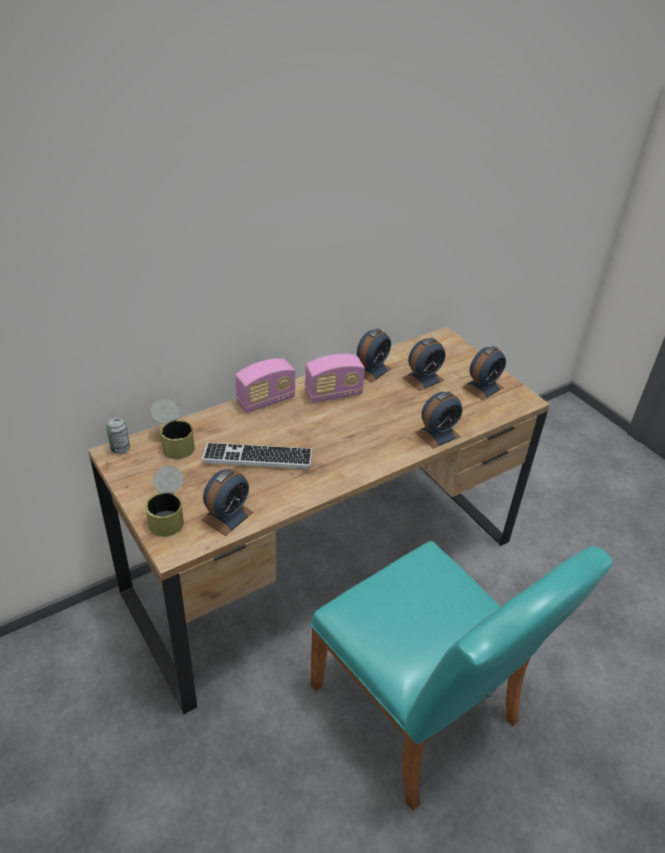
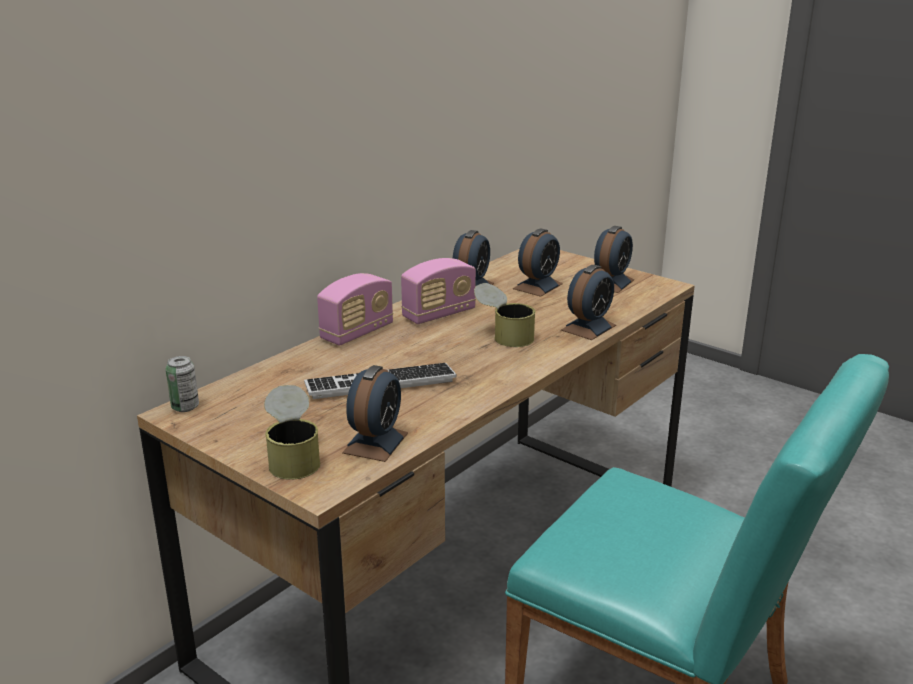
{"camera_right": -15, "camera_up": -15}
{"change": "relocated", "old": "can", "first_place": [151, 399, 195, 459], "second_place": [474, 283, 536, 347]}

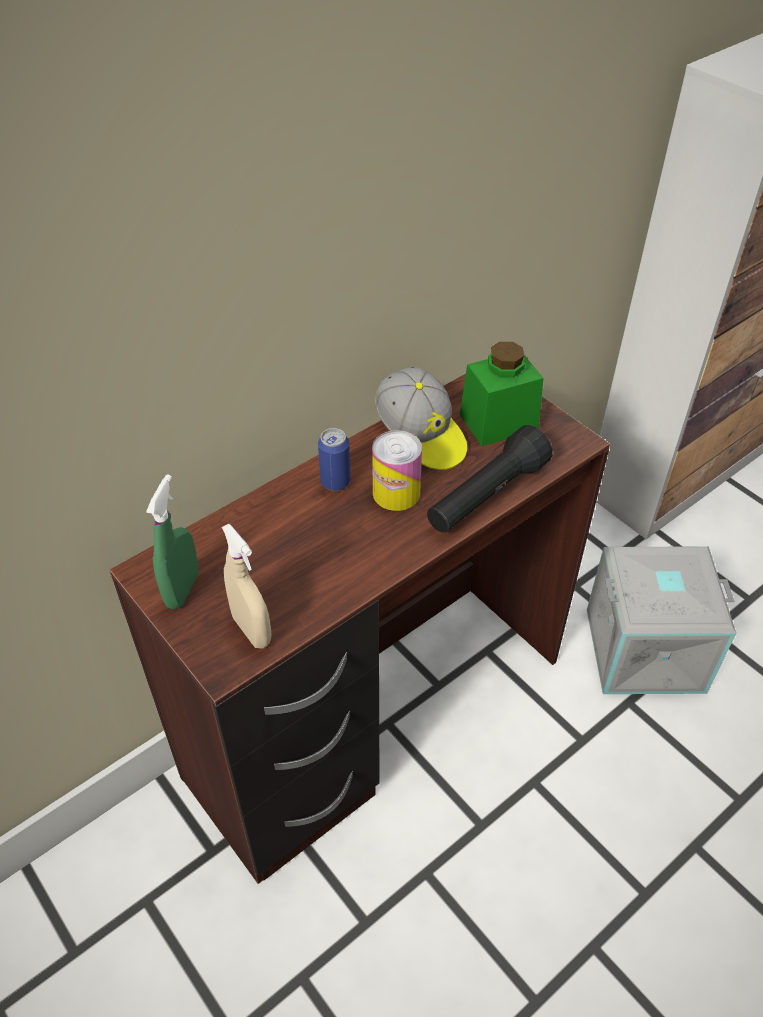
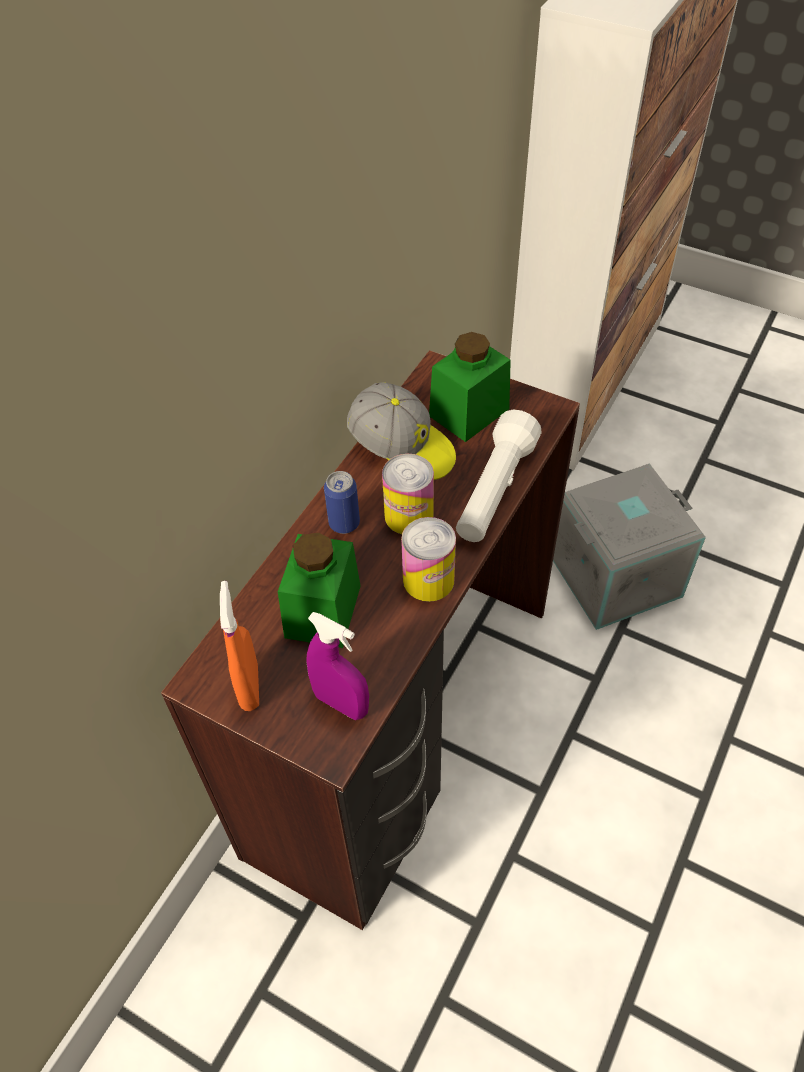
{"camera_right": -20, "camera_up": 5}
{"change": "colour", "old": "green spray bottle", "new": "orange spray bottle", "first_place": [146, 474, 198, 609], "second_place": [220, 581, 259, 711]}
{"change": "appeared", "new": "green jar", "second_place": [278, 532, 361, 648]}
{"change": "colour", "old": "beige spray bottle", "new": "purple spray bottle", "first_place": [222, 524, 272, 649], "second_place": [306, 612, 369, 720]}
{"change": "appeared", "new": "can", "second_place": [401, 517, 456, 602]}
{"change": "colour", "old": "black flashlight", "new": "white flashlight", "first_place": [427, 425, 552, 533], "second_place": [456, 409, 542, 542]}

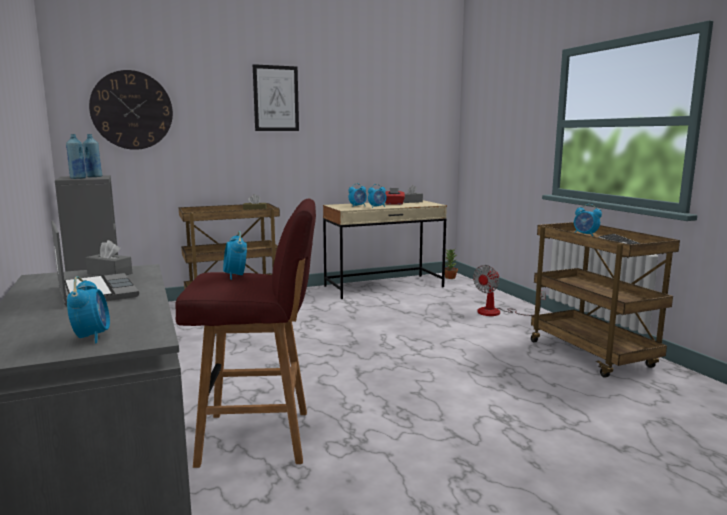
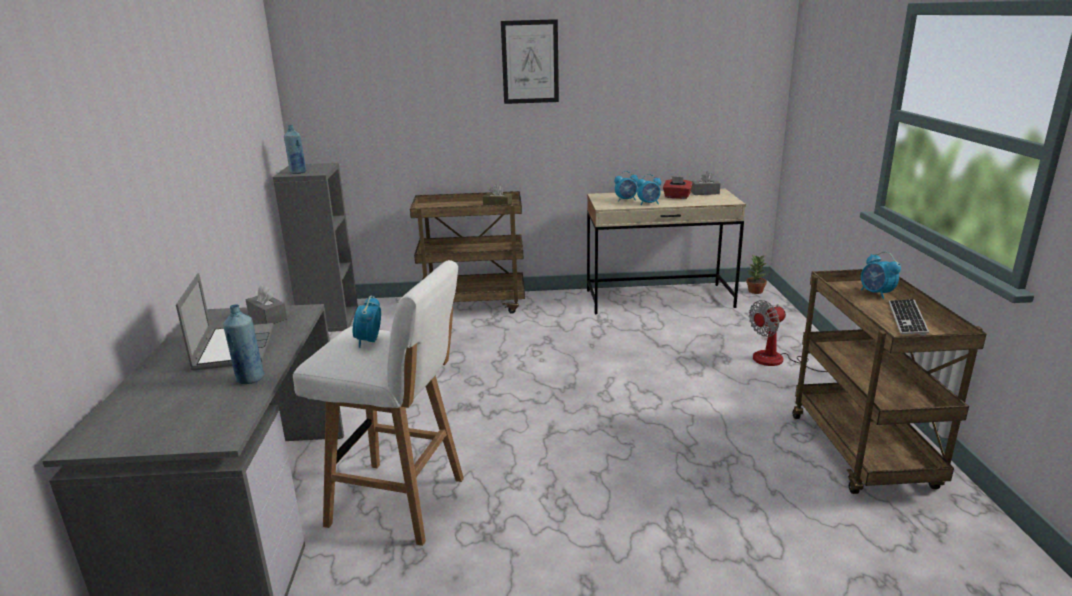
{"camera_right": 20, "camera_up": 10}
{"change": "relocated", "old": "blue bottle", "first_place": [83, 134, 102, 177], "second_place": [223, 304, 265, 384]}
{"change": "colour", "old": "red stool", "new": "white stool", "first_place": [175, 198, 316, 468], "second_place": [293, 260, 464, 546]}
{"change": "missing", "old": "alarm clock", "first_place": [67, 276, 110, 343]}
{"change": "missing", "old": "wall clock", "first_place": [89, 70, 173, 150]}

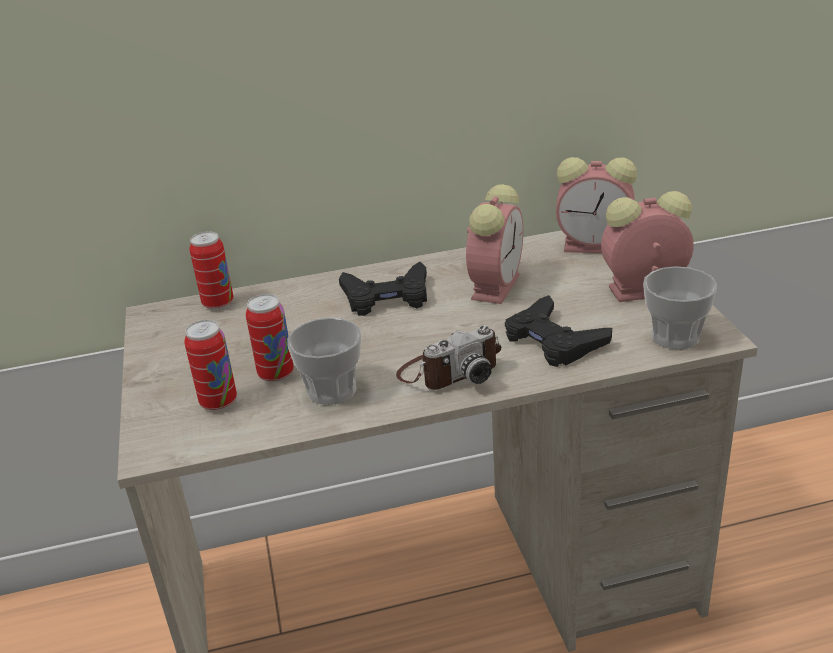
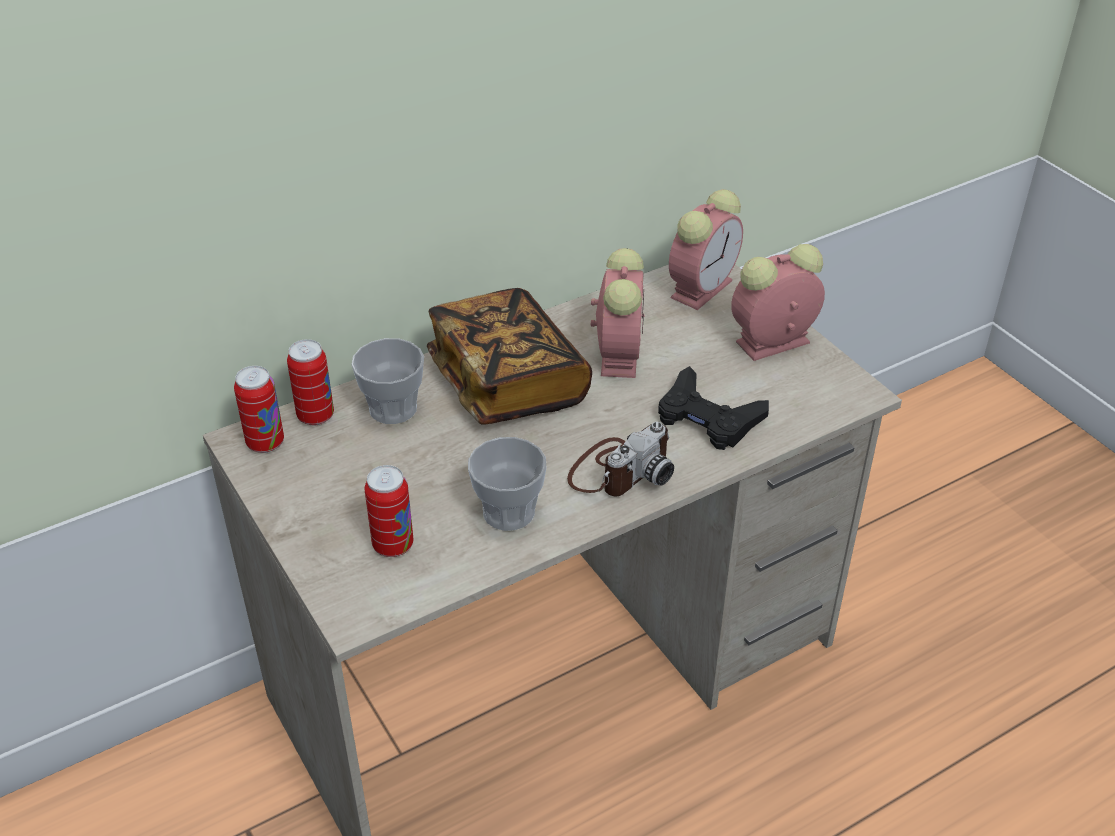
{"camera_right": -20, "camera_up": 10}
{"change": "relocated", "old": "can", "first_place": [246, 294, 294, 382], "second_place": [234, 366, 284, 453]}
{"change": "relocated", "old": "cup", "first_place": [643, 266, 717, 349], "second_place": [351, 338, 424, 424]}
{"change": "exchanged", "old": "black game controller", "new": "book", "first_place": [339, 262, 427, 316], "second_place": [427, 288, 592, 425]}
{"change": "spun", "old": "alarm clock", "first_place": [556, 157, 637, 253], "second_place": [669, 189, 743, 310], "degrees": -45}

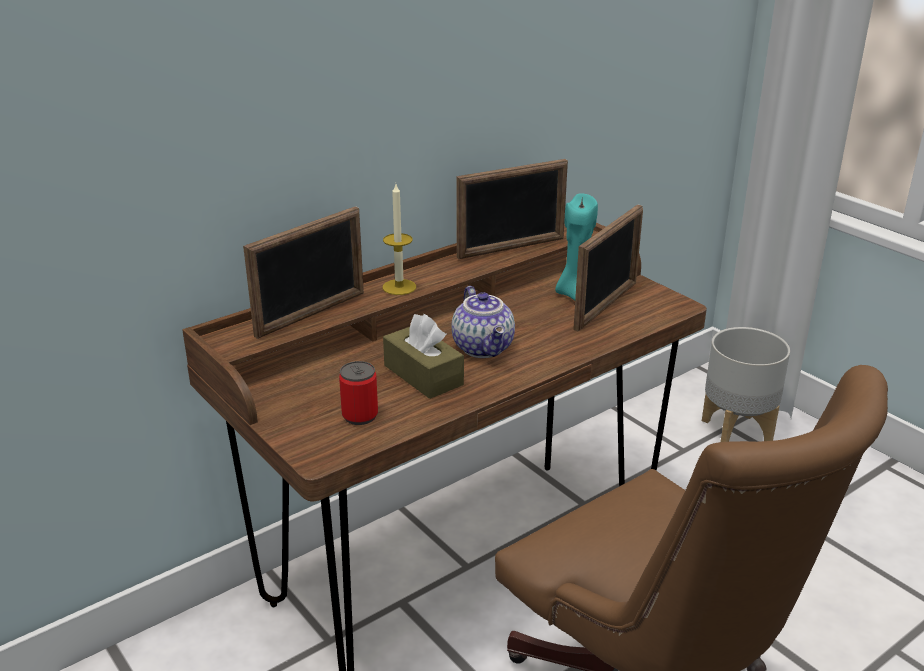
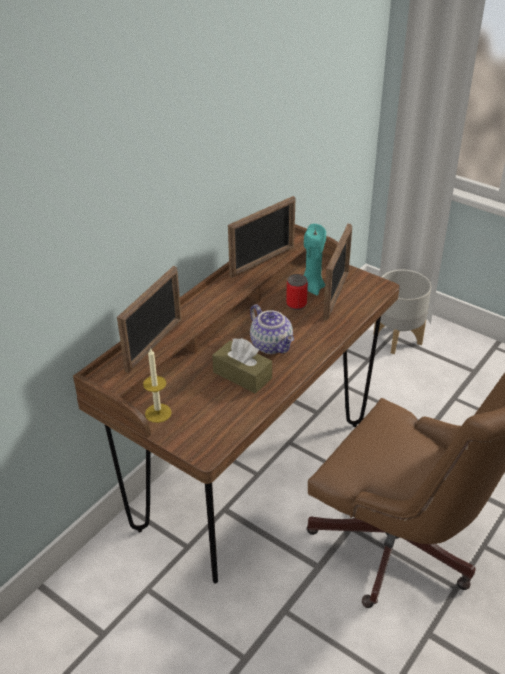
{"camera_right": -15, "camera_up": 10}
{"change": "relocated", "old": "candle", "first_place": [383, 184, 416, 295], "second_place": [143, 347, 172, 423]}
{"change": "relocated", "old": "can", "first_place": [339, 361, 378, 425], "second_place": [286, 274, 308, 310]}

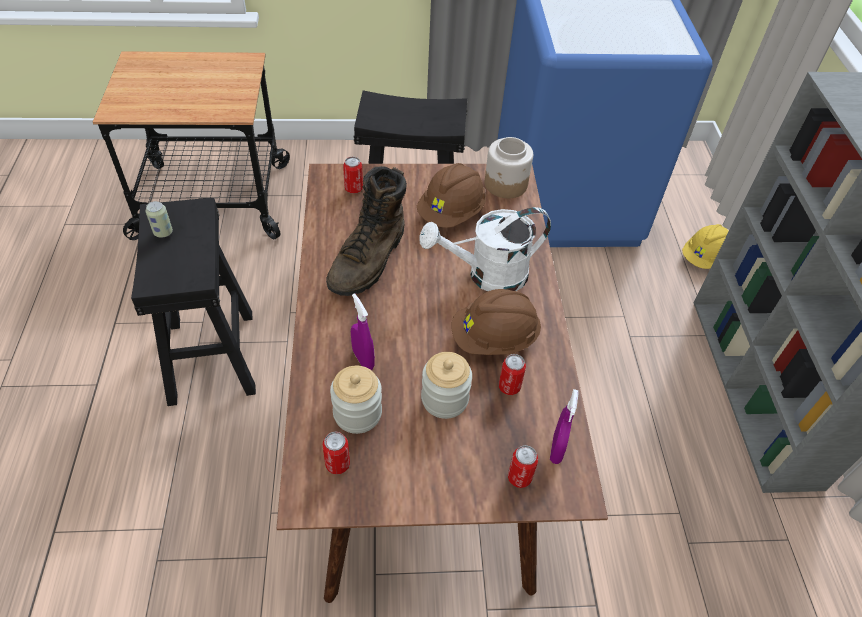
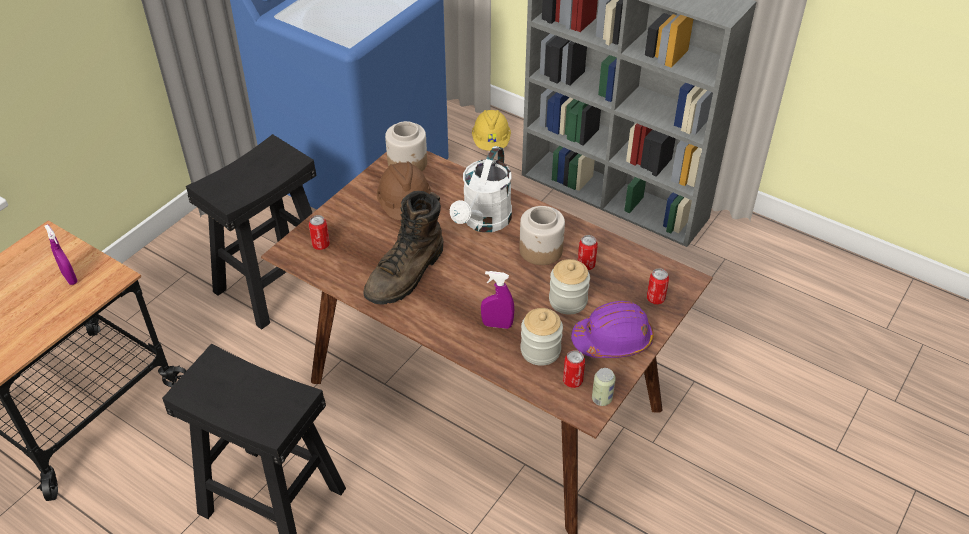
{"camera_right": -50, "camera_up": -5}
{"change": "relocated", "old": "purple spray bottle", "first_place": [550, 389, 579, 464], "second_place": [45, 224, 77, 285]}
{"change": "spun", "old": "brown boot", "first_place": [326, 166, 407, 296], "second_place": [363, 191, 443, 304], "degrees": 60}
{"change": "exchanged", "old": "brown hard hat", "new": "jar", "first_place": [452, 289, 541, 355], "second_place": [519, 206, 565, 265]}
{"change": "appeared", "new": "purple hard hat", "second_place": [571, 301, 654, 358]}
{"change": "relocated", "old": "can", "first_place": [146, 201, 173, 238], "second_place": [592, 368, 616, 406]}

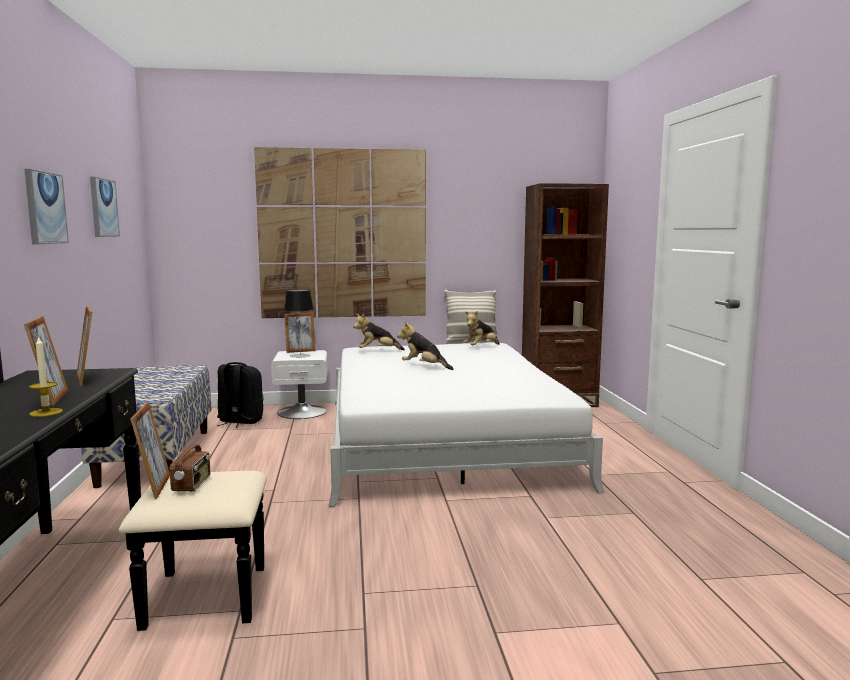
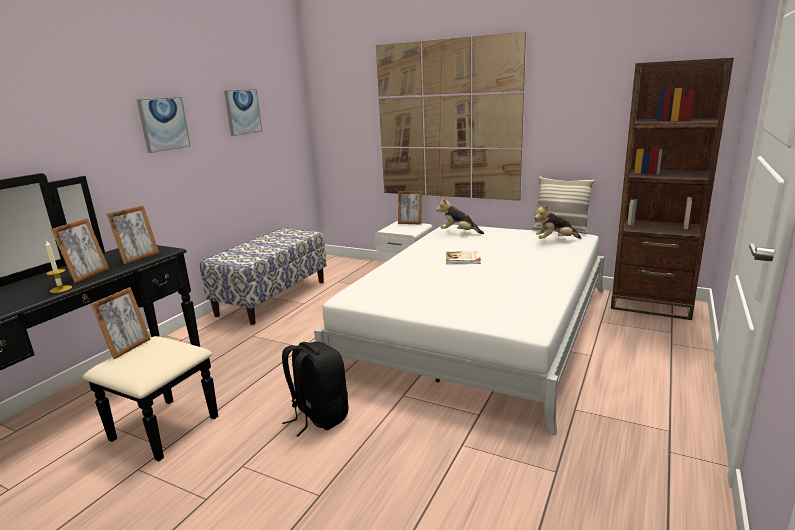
{"camera_right": 35, "camera_up": 10}
{"change": "spun", "old": "picture frame", "first_place": [77, 306, 92, 386], "second_place": [107, 205, 159, 264], "degrees": -150}
{"change": "relocated", "old": "black backpack", "first_place": [217, 362, 264, 428], "second_place": [282, 342, 348, 437]}
{"change": "exchanged", "old": "plush toy", "new": "book", "first_place": [397, 322, 454, 370], "second_place": [446, 251, 481, 264]}
{"change": "missing", "old": "radio", "first_place": [169, 431, 210, 492]}
{"change": "missing", "old": "table lamp", "first_place": [284, 289, 314, 358]}

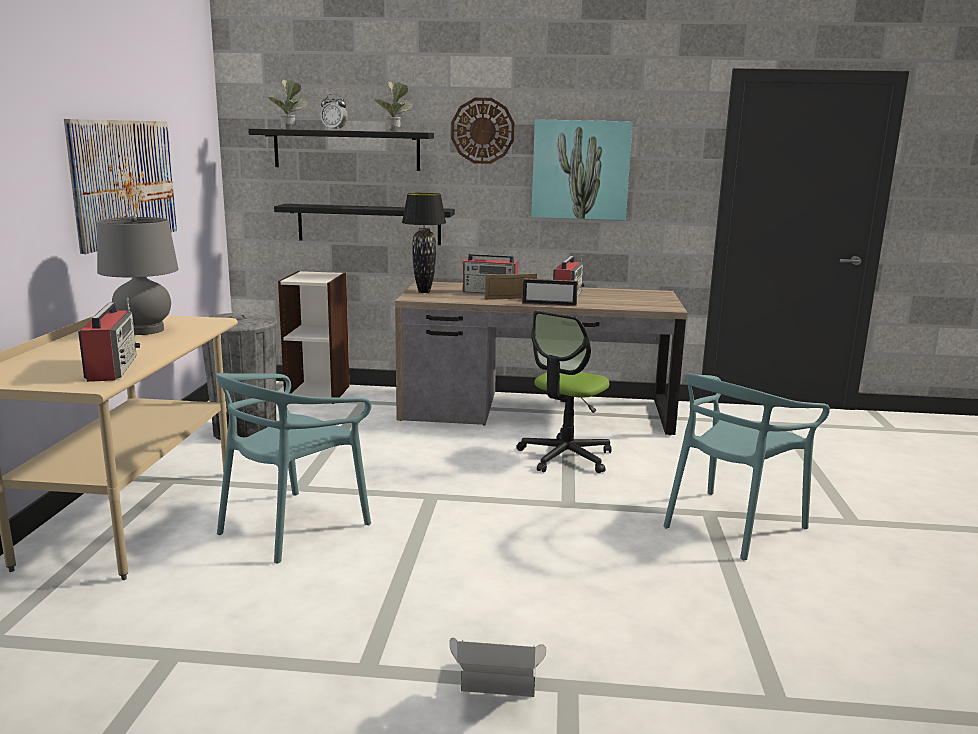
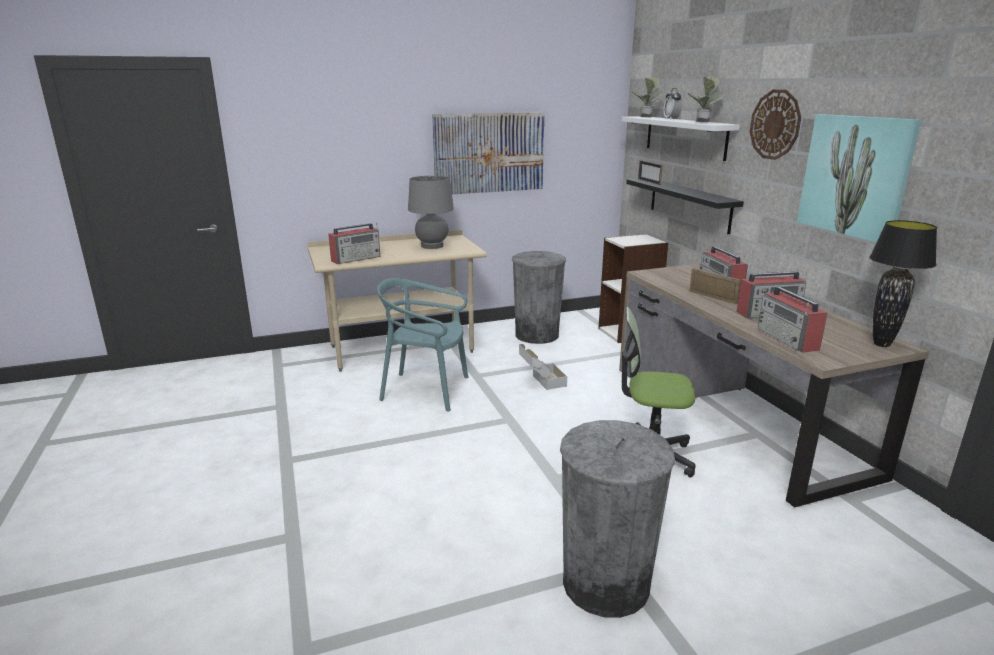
{"camera_right": 65, "camera_up": 5}
{"change": "relocated", "old": "cardboard box", "first_place": [449, 637, 547, 697], "second_place": [519, 344, 567, 390]}
{"change": "exchanged", "old": "turquoise chair", "new": "grey trash can", "first_place": [663, 373, 830, 560], "second_place": [560, 420, 675, 618]}
{"change": "colour", "old": "black shelf", "new": "white shelf", "first_place": [248, 129, 434, 171], "second_place": [622, 116, 740, 161]}
{"change": "relocated", "old": "picture frame", "first_place": [522, 278, 578, 306], "second_place": [638, 160, 663, 185]}
{"change": "appeared", "new": "radio", "second_place": [758, 287, 827, 353]}
{"change": "relocated", "old": "black table lamp", "first_place": [402, 193, 446, 293], "second_place": [869, 220, 937, 347]}

